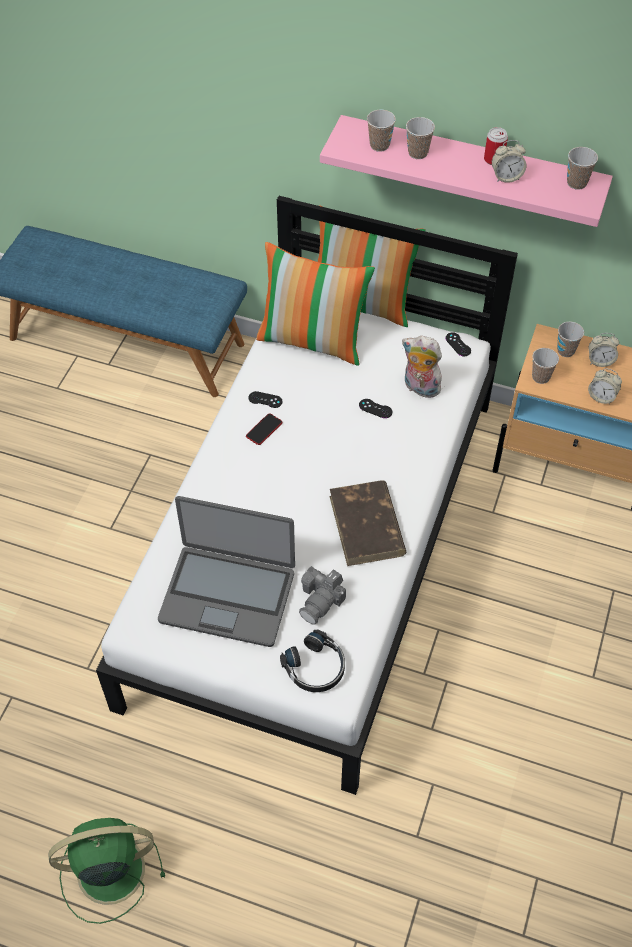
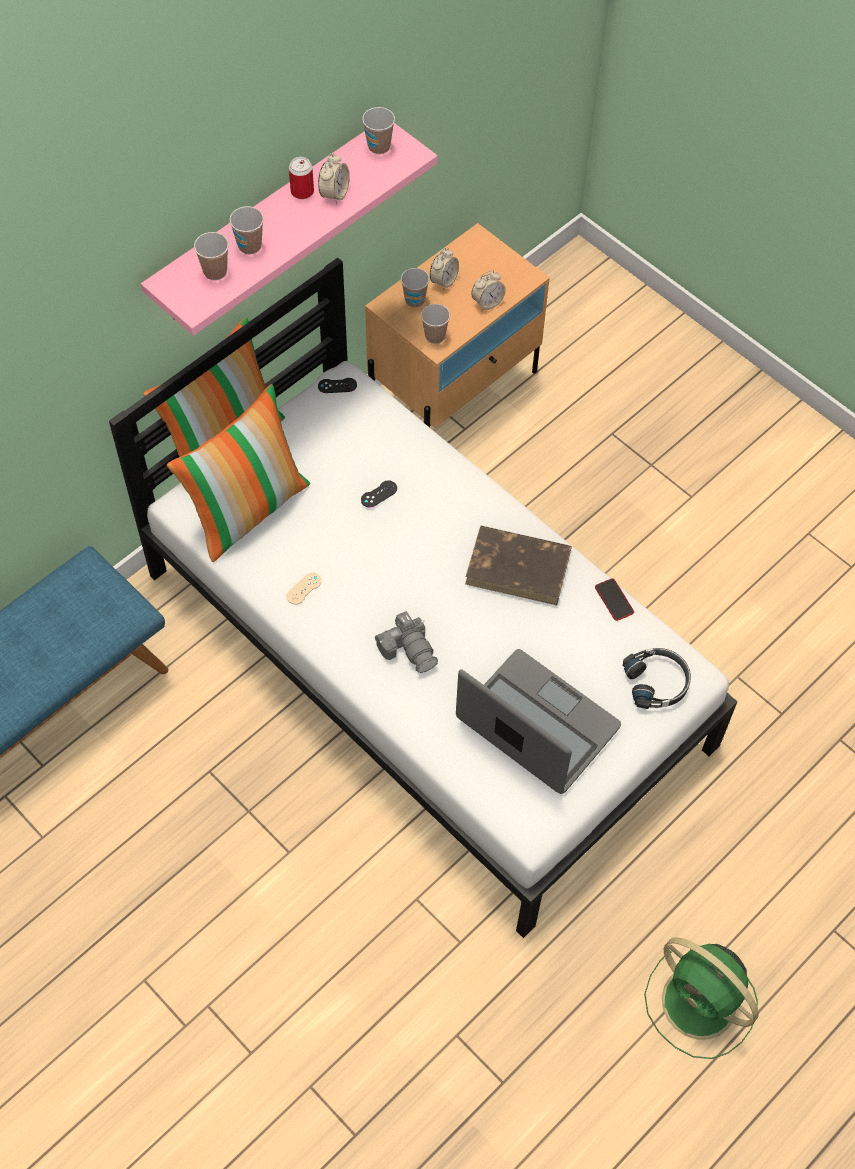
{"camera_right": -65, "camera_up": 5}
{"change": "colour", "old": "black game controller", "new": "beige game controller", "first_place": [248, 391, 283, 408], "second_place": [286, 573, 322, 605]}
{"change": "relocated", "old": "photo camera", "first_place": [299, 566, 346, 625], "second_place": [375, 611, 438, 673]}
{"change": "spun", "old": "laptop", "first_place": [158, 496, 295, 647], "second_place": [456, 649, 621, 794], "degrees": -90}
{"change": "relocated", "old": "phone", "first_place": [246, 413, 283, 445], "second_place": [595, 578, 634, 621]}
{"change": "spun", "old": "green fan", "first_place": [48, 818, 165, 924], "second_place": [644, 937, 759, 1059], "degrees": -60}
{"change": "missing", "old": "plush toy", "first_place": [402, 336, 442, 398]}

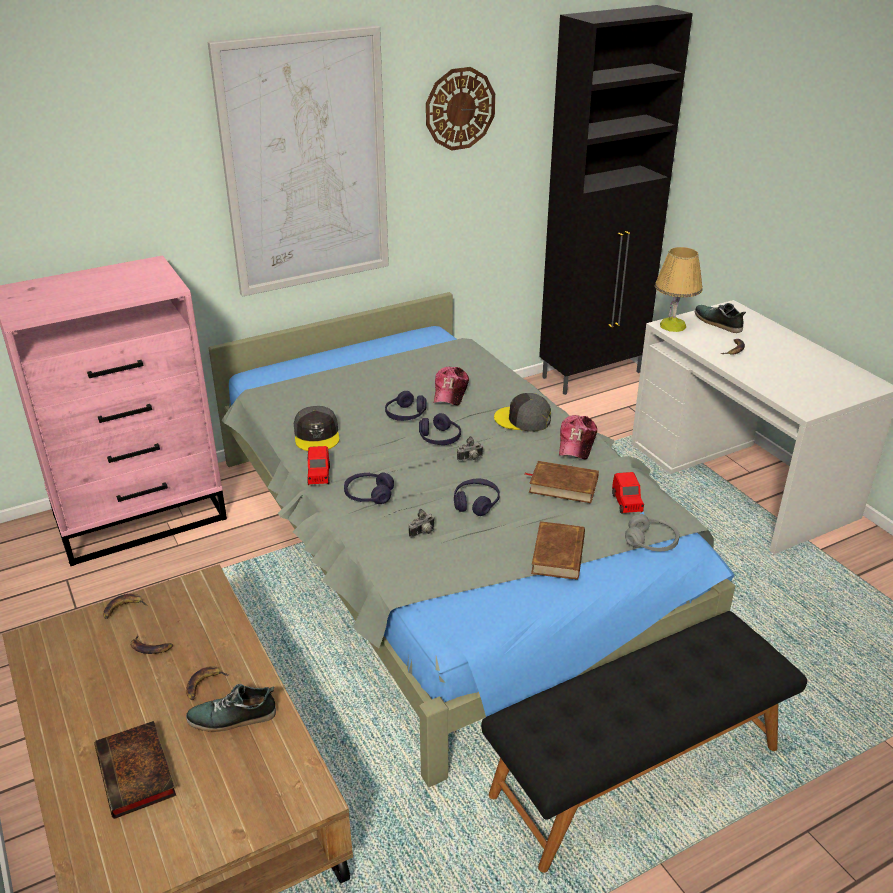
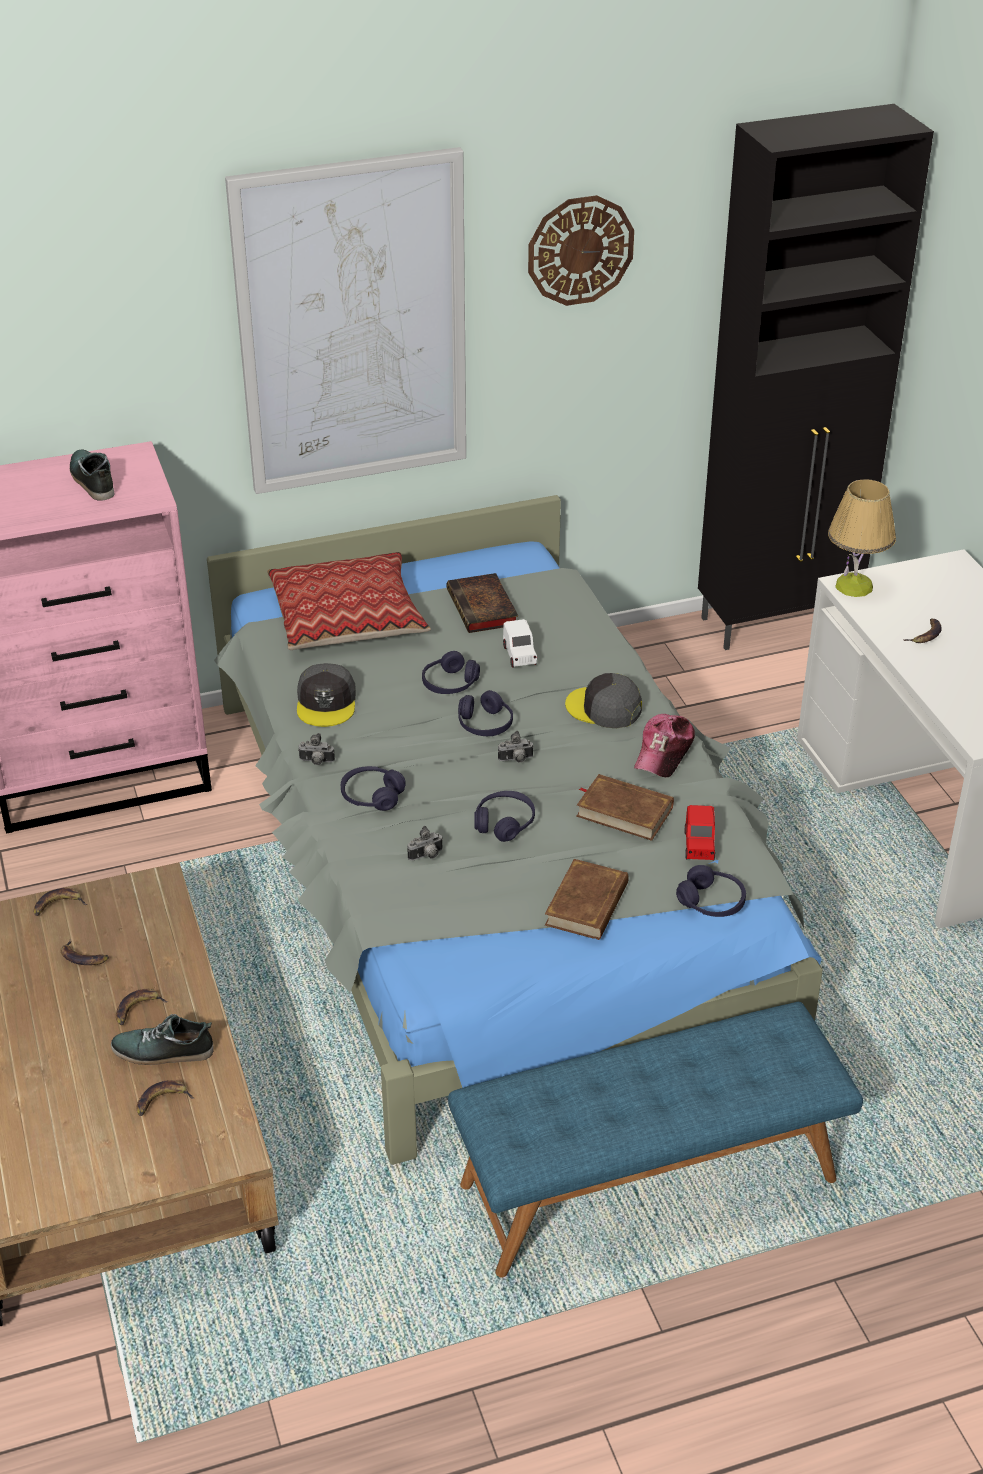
{"camera_right": 10, "camera_up": 5}
{"change": "relocated", "old": "shoe", "first_place": [695, 303, 746, 333], "second_place": [70, 450, 114, 501]}
{"change": "appeared", "new": "banana", "second_place": [136, 1080, 194, 1116]}
{"change": "appeared", "new": "pillow", "second_place": [267, 552, 431, 650]}
{"change": "exchanged", "old": "red toy car", "new": "photo camera", "first_place": [307, 446, 330, 485], "second_place": [298, 733, 335, 765]}
{"change": "relocated", "old": "book", "first_place": [94, 721, 176, 819], "second_place": [447, 573, 518, 633]}
{"change": "colour", "old": "black bench", "new": "blue bench", "first_place": [481, 611, 807, 873], "second_place": [448, 1002, 863, 1278]}
{"change": "exchanged", "old": "cap", "new": "white toy car", "first_place": [434, 367, 469, 405], "second_place": [503, 619, 537, 668]}
{"change": "colour", "old": "grey headphones", "new": "purple headphones", "first_place": [625, 514, 679, 551], "second_place": [676, 865, 746, 917]}

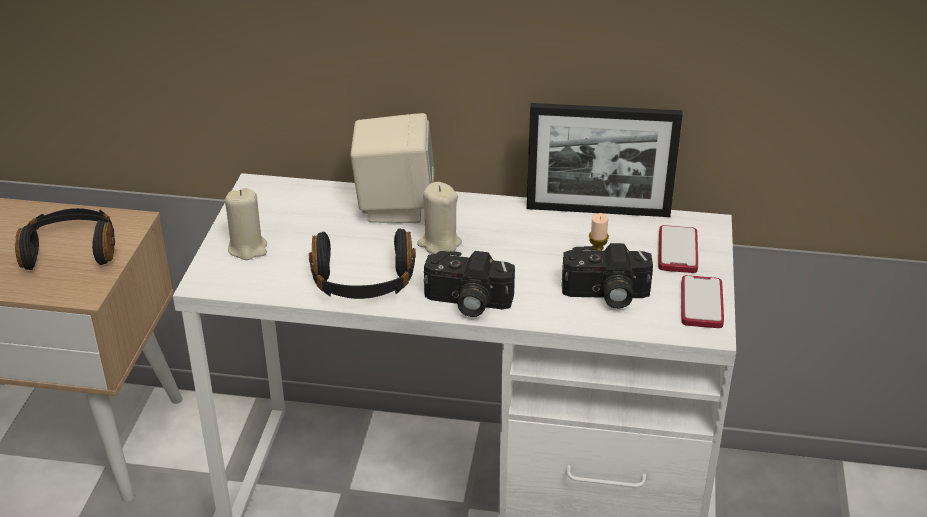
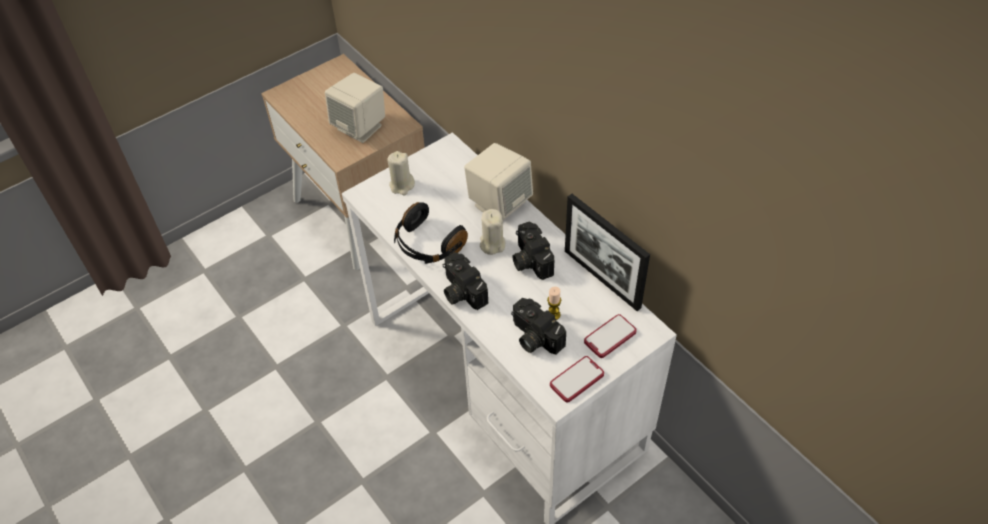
{"camera_right": 45, "camera_up": 15}
{"change": "exchanged", "old": "black headphones", "new": "beige speaker", "first_place": [15, 208, 115, 270], "second_place": [325, 73, 385, 143]}
{"change": "appeared", "new": "photo camera", "second_place": [512, 221, 554, 280]}

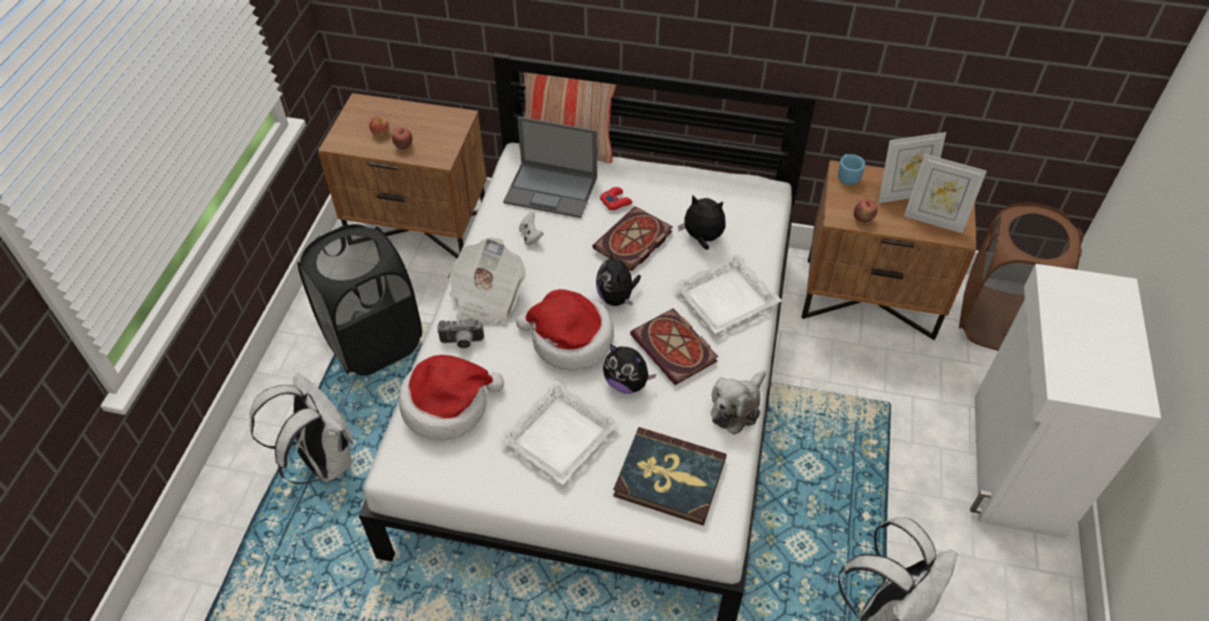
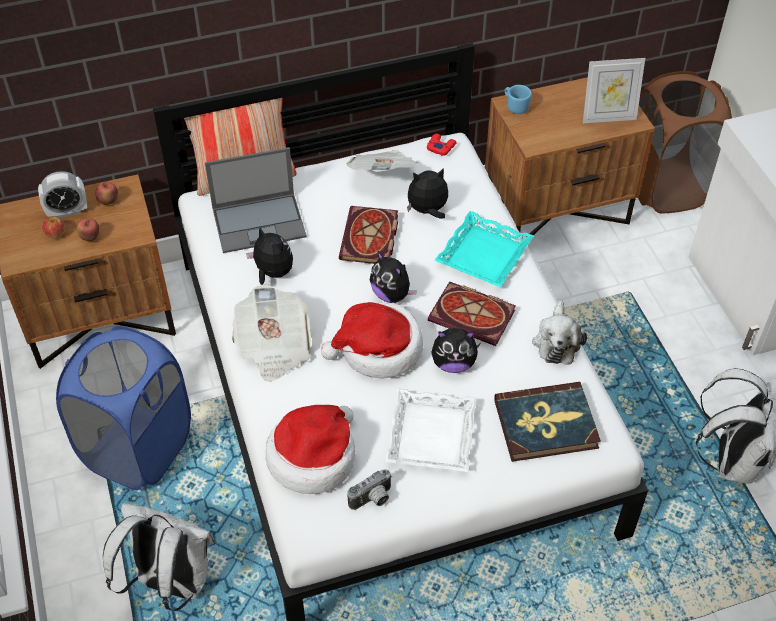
{"camera_right": -30, "camera_up": 0}
{"change": "appeared", "new": "alarm clock", "second_place": [38, 171, 87, 218]}
{"change": "colour", "old": "black laundry basket", "new": "blue laundry basket", "first_place": [297, 224, 422, 376], "second_place": [56, 326, 191, 490]}
{"change": "relocated", "old": "apple", "first_place": [854, 199, 877, 223], "second_place": [96, 181, 118, 205]}
{"change": "exchanged", "old": "white game controller", "new": "plush toy", "first_place": [519, 212, 543, 245], "second_place": [246, 227, 293, 285]}
{"change": "appeared", "new": "newspaper", "second_place": [346, 150, 418, 172]}
{"change": "relocated", "old": "photo camera", "first_place": [437, 319, 484, 349], "second_place": [347, 469, 392, 510]}
{"change": "relocated", "old": "red game controller", "first_place": [600, 187, 632, 210], "second_place": [427, 134, 456, 156]}
{"change": "colour", "old": "white tray", "new": "turquoise tray", "first_place": [673, 253, 782, 334], "second_place": [434, 211, 534, 288]}
{"change": "missing", "old": "picture frame", "first_place": [878, 132, 946, 203]}

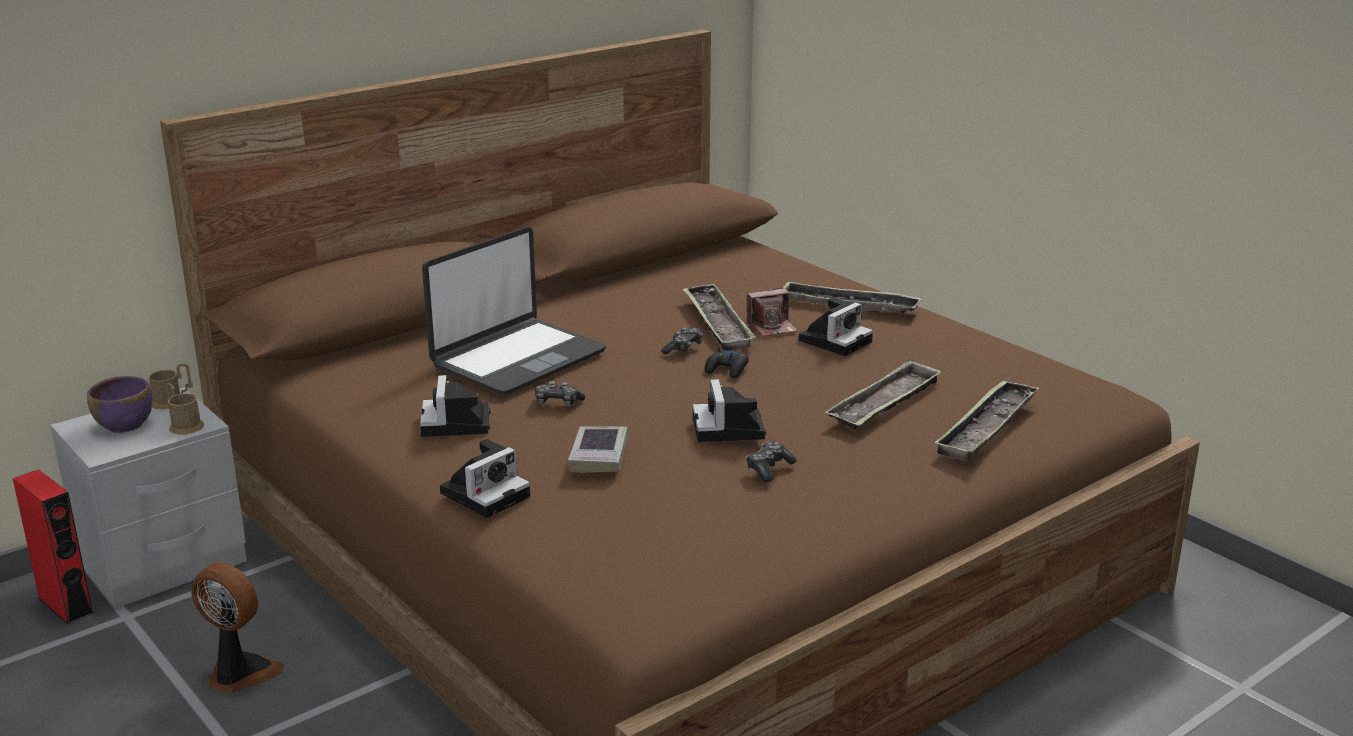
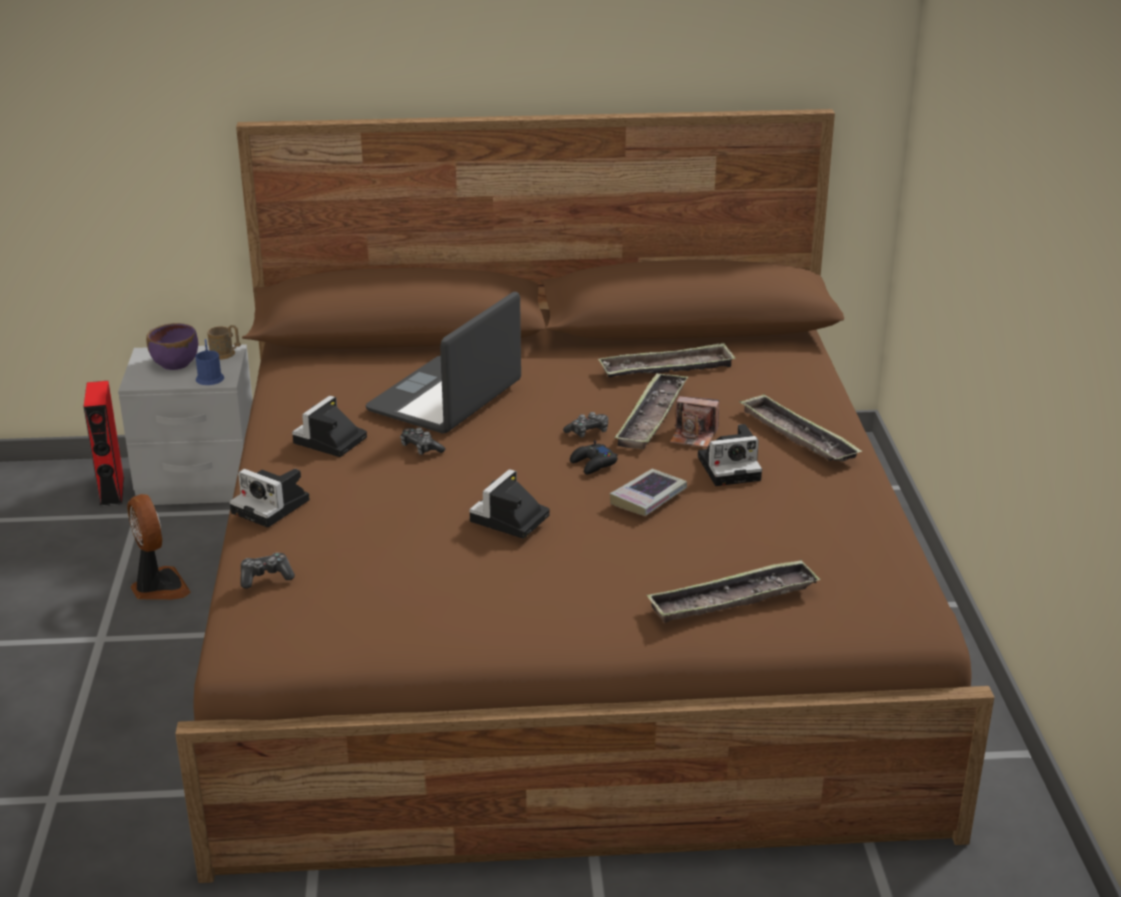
{"camera_right": 35, "camera_up": 5}
{"change": "colour", "old": "brown mug", "new": "blue mug", "first_place": [166, 383, 204, 435], "second_place": [195, 339, 224, 385]}
{"change": "spun", "old": "photo camera", "first_place": [440, 439, 530, 518], "second_place": [229, 469, 310, 528], "degrees": 45}
{"change": "relocated", "old": "game controller", "first_place": [746, 441, 797, 482], "second_place": [240, 553, 295, 589]}
{"change": "spun", "old": "laptop", "first_place": [422, 227, 606, 395], "second_place": [366, 292, 521, 433], "degrees": 135}
{"change": "relocated", "old": "tray", "first_place": [825, 359, 942, 429], "second_place": [598, 343, 736, 377]}
{"change": "relocated", "old": "book", "first_place": [568, 426, 628, 472], "second_place": [610, 469, 687, 516]}

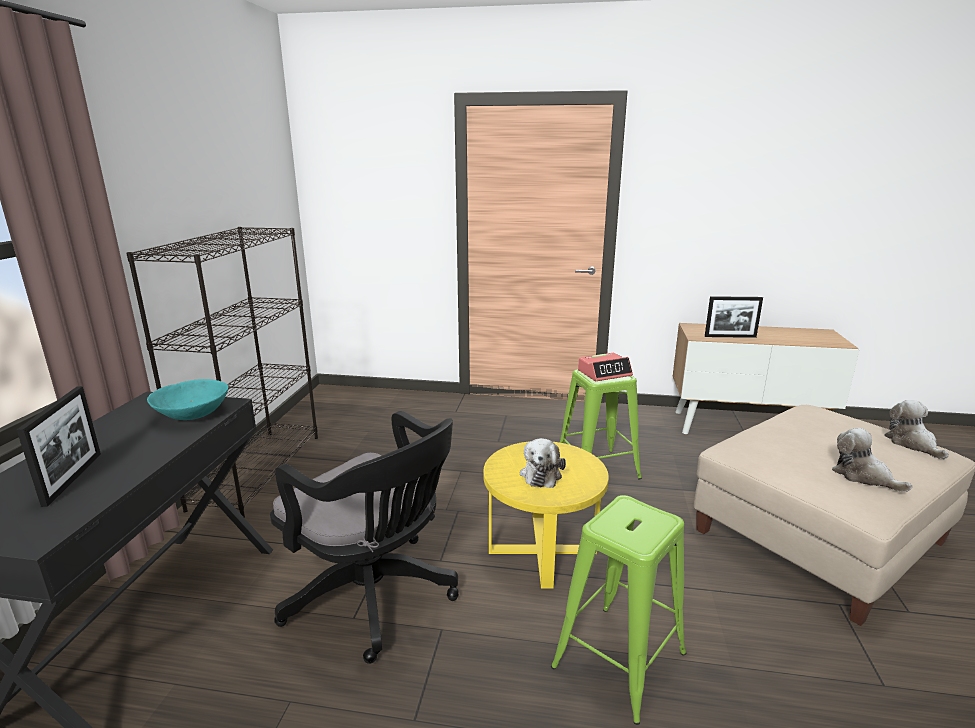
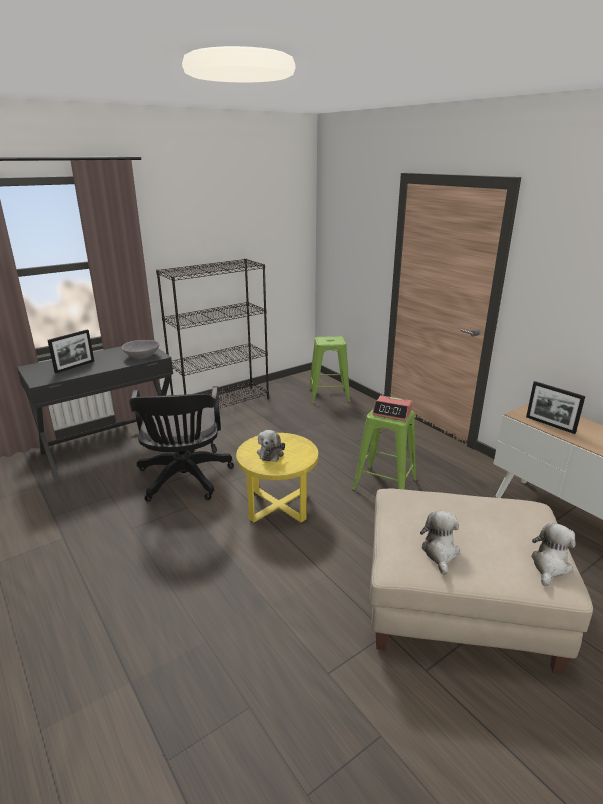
{"camera_right": 45, "camera_up": 5}
{"change": "colour", "old": "turquoise bowl", "new": "grey bowl", "first_place": [147, 379, 228, 420], "second_place": [122, 340, 160, 359]}
{"change": "spun", "old": "plush toy", "first_place": [520, 438, 566, 488], "second_place": [257, 430, 285, 462], "degrees": -45}
{"change": "relocated", "old": "green stool", "first_place": [551, 495, 687, 725], "second_place": [309, 336, 351, 404]}

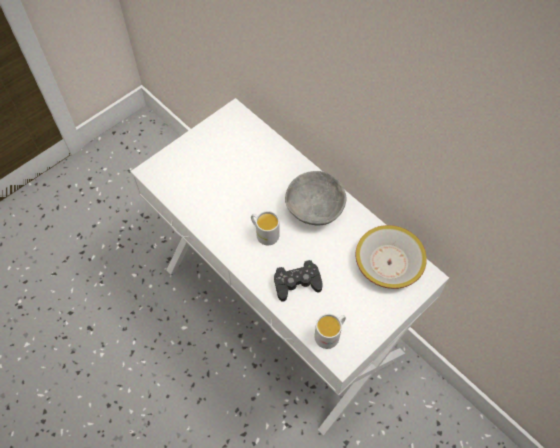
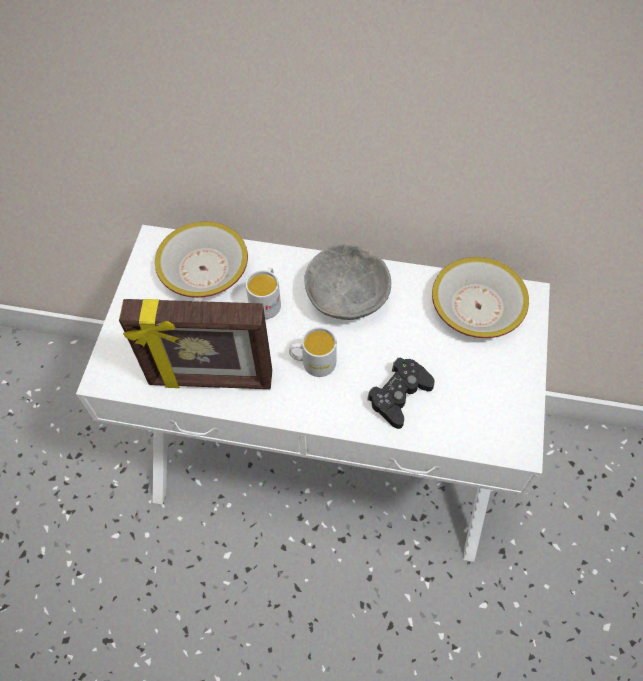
{"camera_right": -35, "camera_up": 0}
{"change": "appeared", "new": "picture frame", "second_place": [119, 299, 272, 389]}
{"change": "appeared", "new": "bowl", "second_place": [155, 222, 248, 298]}
{"change": "relocated", "old": "white mug", "first_place": [314, 314, 346, 349], "second_place": [246, 268, 281, 319]}

